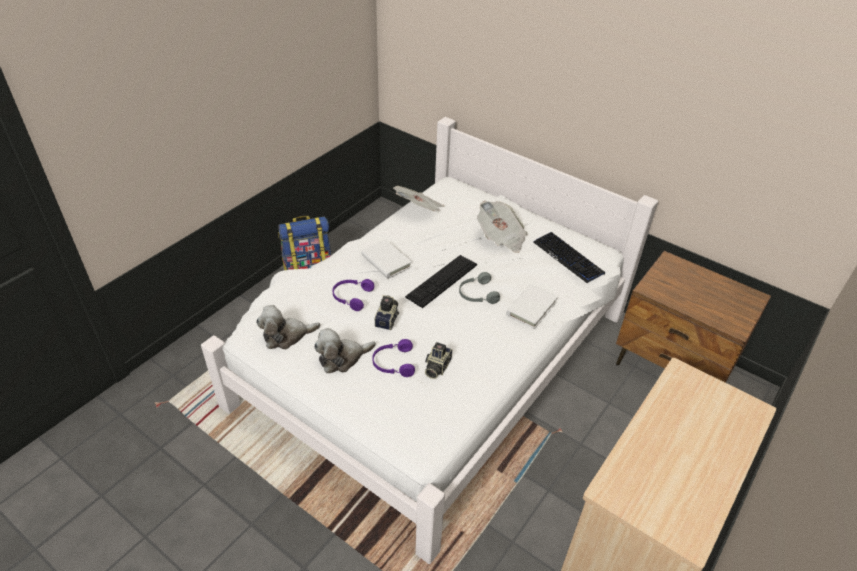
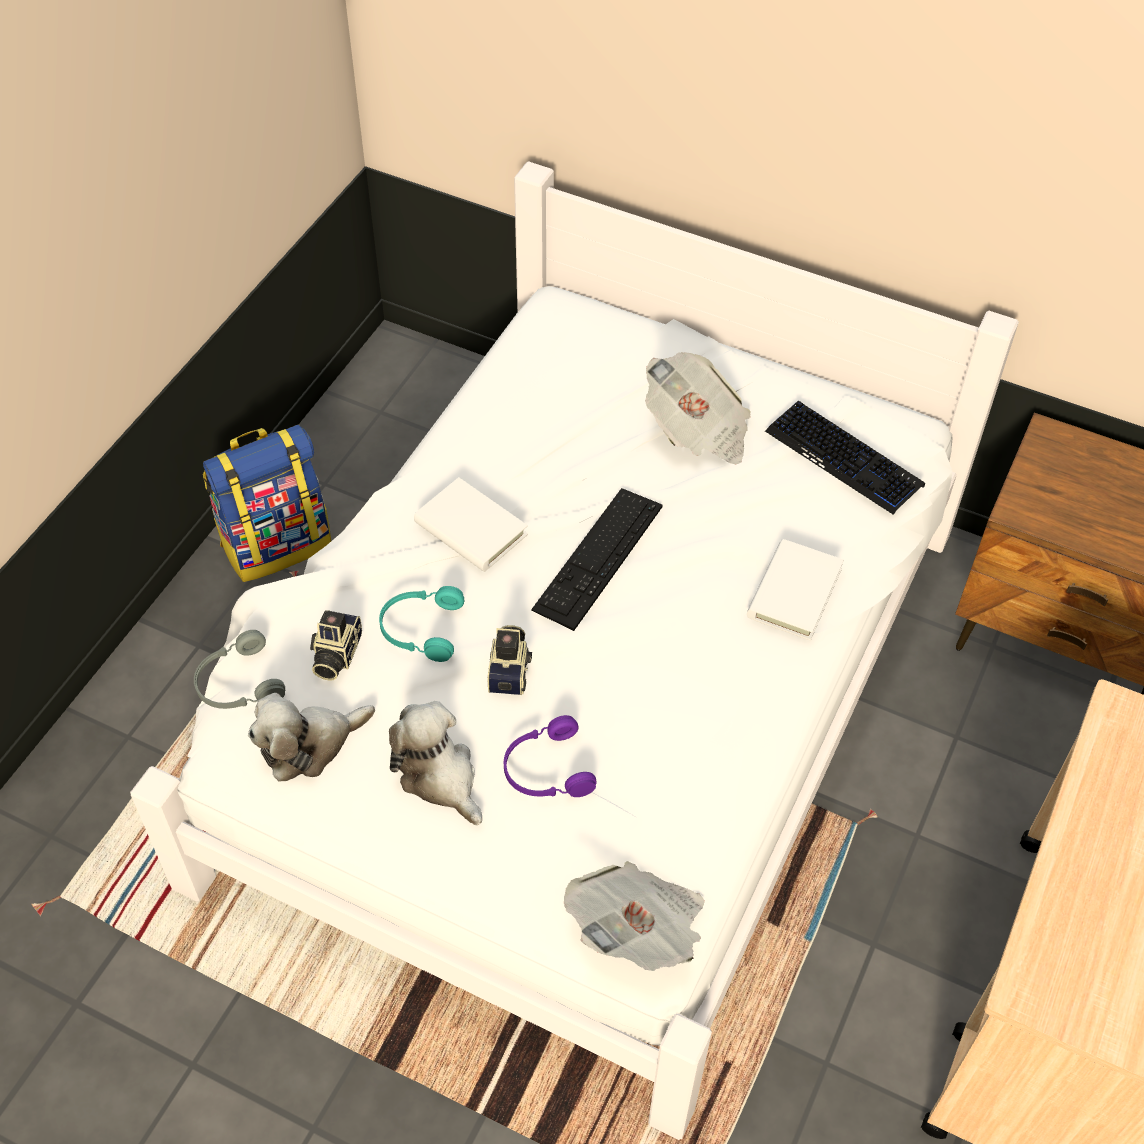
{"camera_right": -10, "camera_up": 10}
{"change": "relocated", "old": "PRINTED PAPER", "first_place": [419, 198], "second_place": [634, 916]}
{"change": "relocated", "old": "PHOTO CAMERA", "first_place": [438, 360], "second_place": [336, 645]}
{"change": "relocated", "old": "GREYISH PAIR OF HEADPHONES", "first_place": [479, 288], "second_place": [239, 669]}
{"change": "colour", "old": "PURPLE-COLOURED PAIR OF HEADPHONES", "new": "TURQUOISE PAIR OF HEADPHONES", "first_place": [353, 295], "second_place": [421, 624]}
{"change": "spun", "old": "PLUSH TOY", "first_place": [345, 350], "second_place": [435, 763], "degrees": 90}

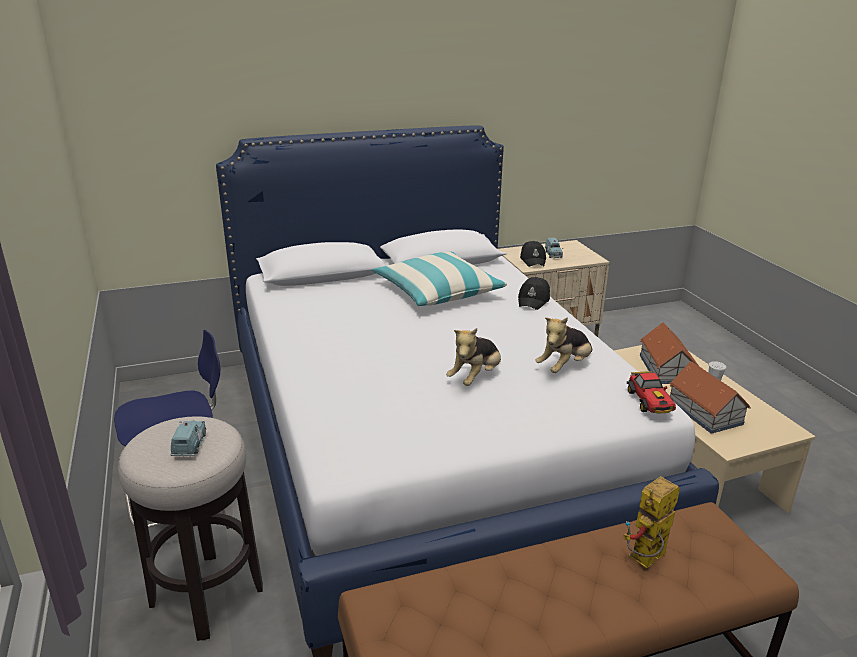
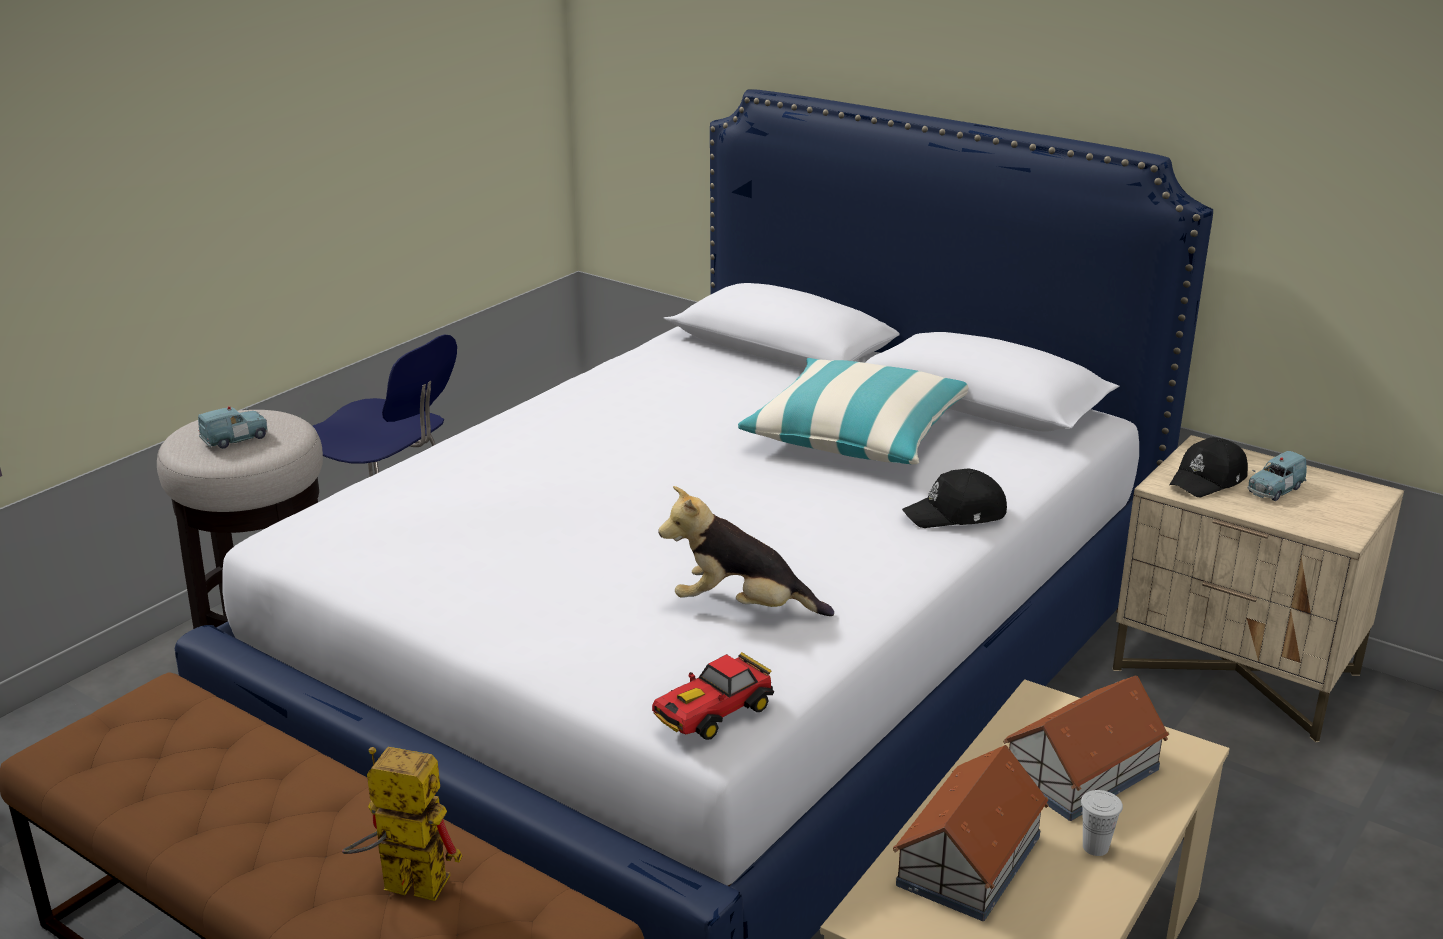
{"camera_right": 55, "camera_up": 0}
{"change": "missing", "old": "PLUSH TOY", "first_place": [473, 357]}

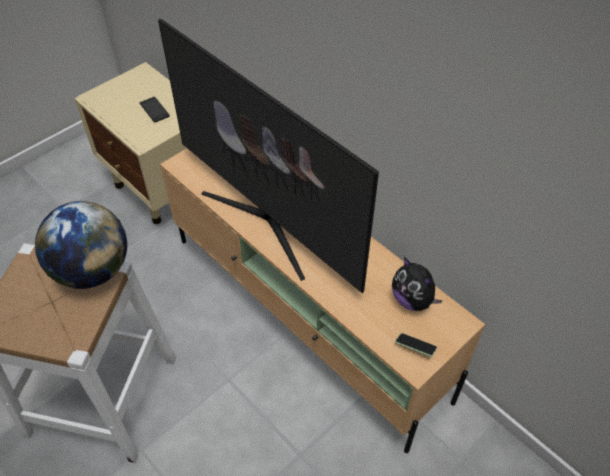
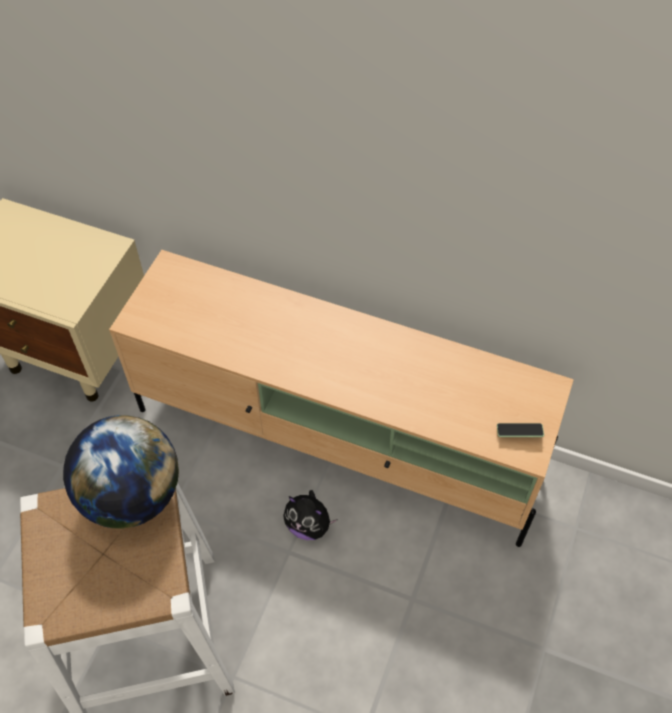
{"camera_right": -25, "camera_up": 5}
{"change": "missing", "old": "HANDSET", "first_place": [155, 110]}
{"change": "missing", "old": "TV SET", "first_place": [268, 156]}
{"change": "relocated", "old": "PLUSH TOY", "first_place": [417, 284], "second_place": [310, 515]}

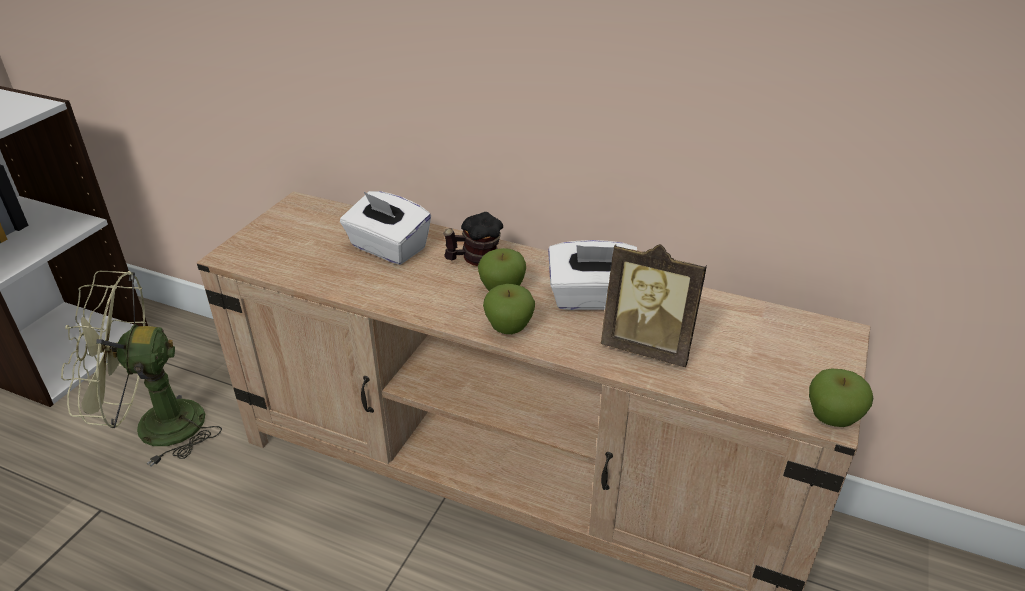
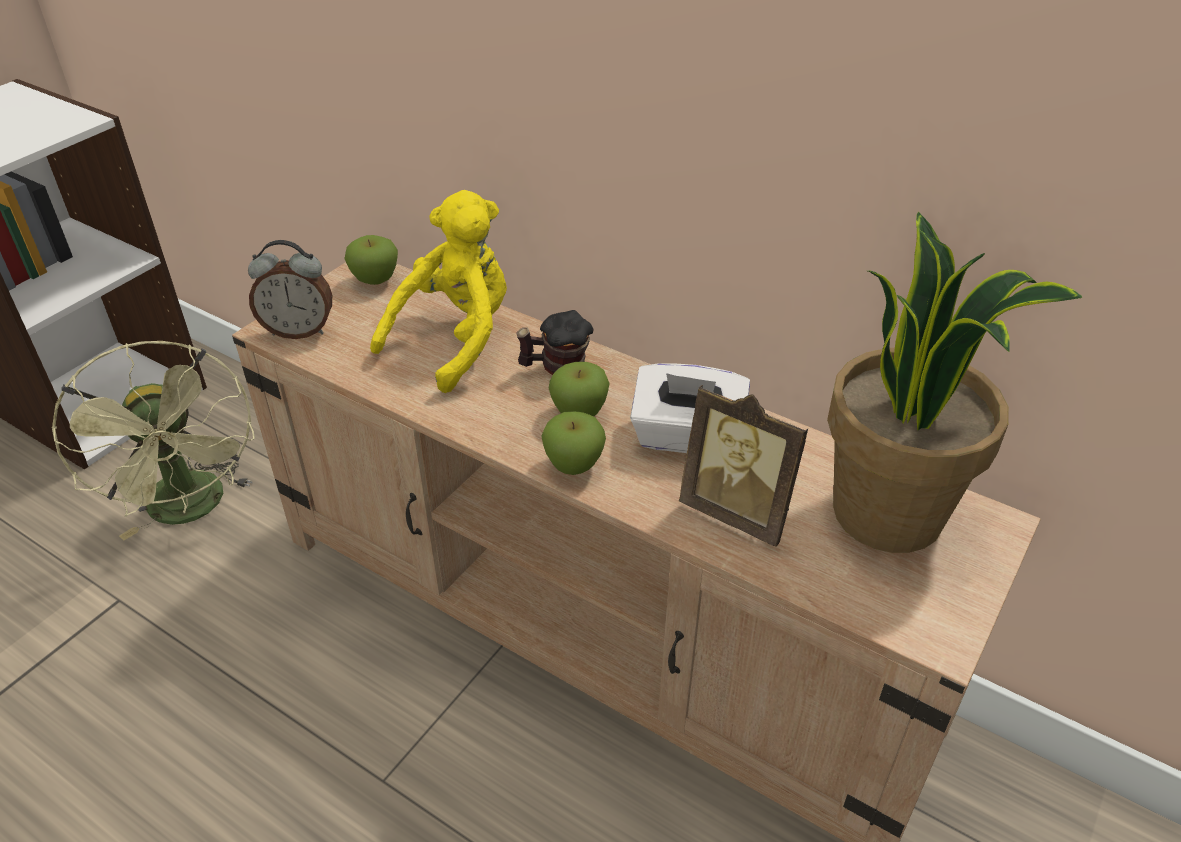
{"camera_right": 10, "camera_up": 5}
{"change": "appeared", "new": "ALARM CLOCK", "second_place": [290, 289]}
{"change": "appeared", "new": "PLANT IN A POT", "second_place": [954, 382]}
{"change": "relocated", "old": "APPLE", "first_place": [841, 397], "second_place": [371, 260]}
{"change": "exchanged", "old": "WHITE BOX OF TISSUES", "new": "YELLOWISH PLUSH TOY", "first_place": [385, 228], "second_place": [438, 291]}
{"change": "spun", "old": "GREEN COOLING FAN", "first_place": [141, 369], "second_place": [153, 441], "degrees": -120}

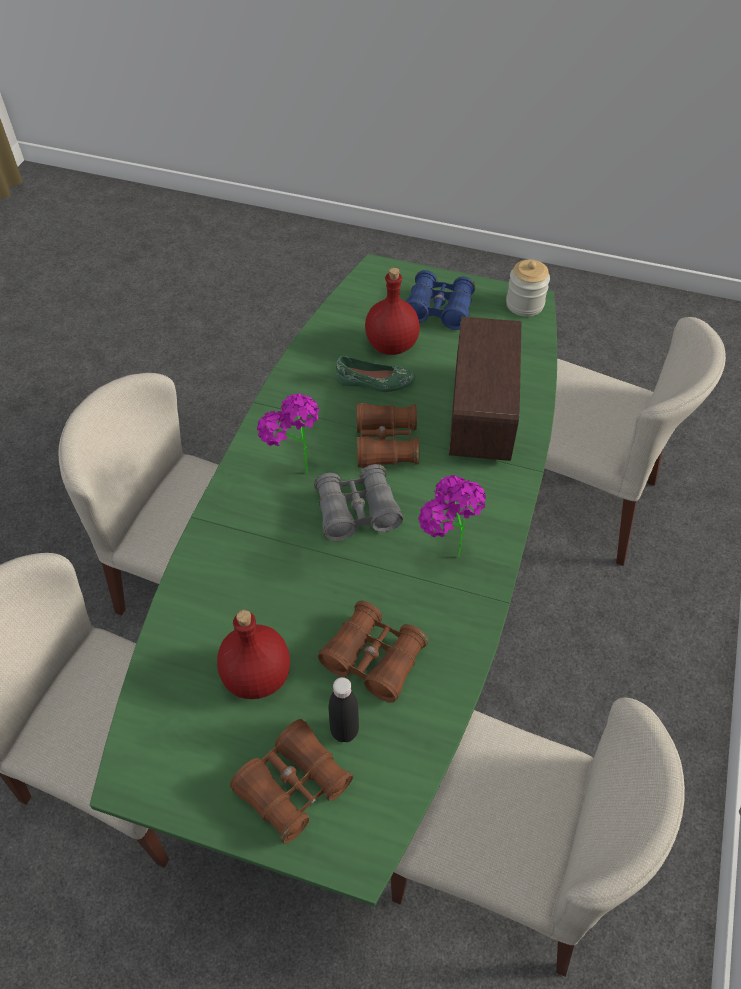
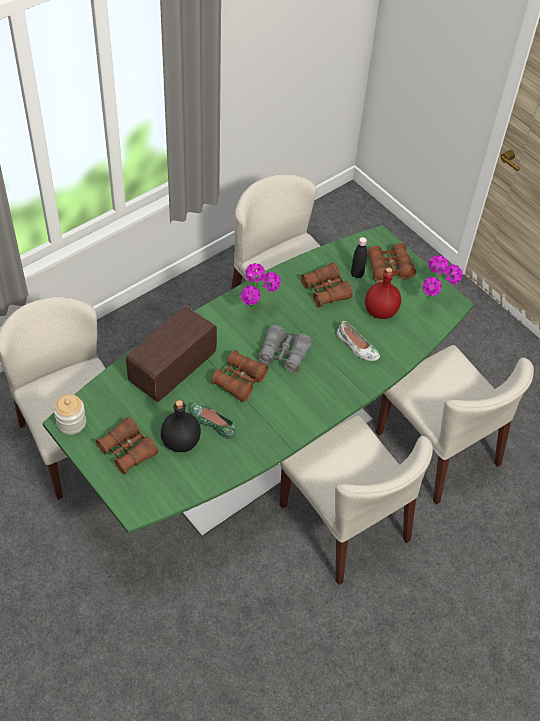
{"camera_right": -150, "camera_up": 0}
{"change": "appeared", "new": "WHITE SHOE", "second_place": [358, 341]}
{"change": "relocated", "old": "PLANT IN A POT", "first_place": [288, 433], "second_place": [443, 277]}
{"change": "colour", "old": "RED DRINK BOTTLE", "new": "BLACKISH DRINK BOTTLE", "first_place": [392, 311], "second_place": [181, 426]}
{"change": "colour", "old": "BLUE-COLOURED FIELD GLASSES", "new": "BROWN-COLOURED FIELD GLASSES", "first_place": [440, 300], "second_place": [127, 446]}

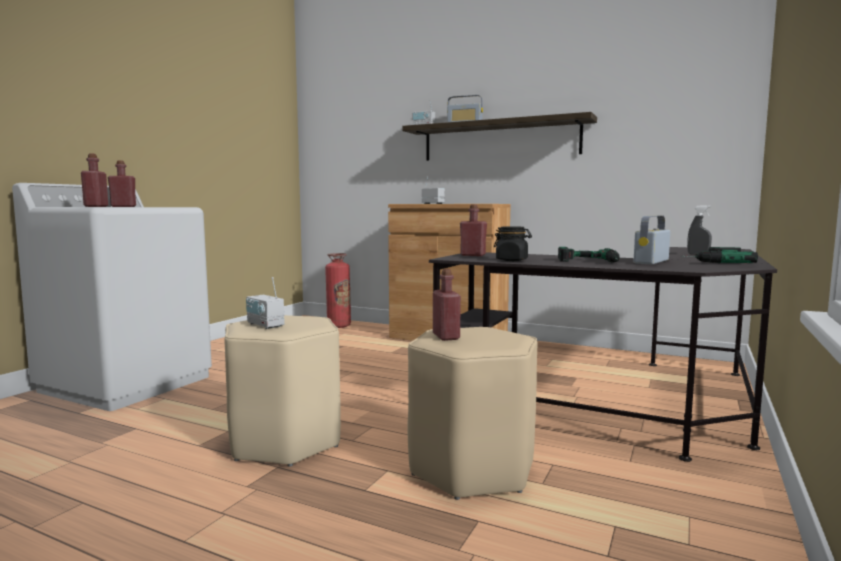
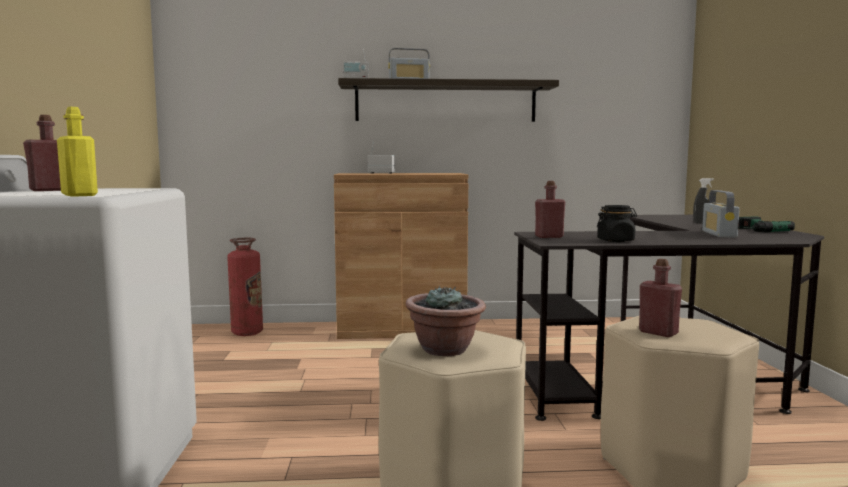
{"camera_right": -30, "camera_up": 0}
{"change": "missing", "old": "POWER DRILL", "first_place": [589, 254]}
{"change": "exchanged", "old": "RADIO RECEIVER", "new": "PLANT IN A POT", "first_place": [265, 303], "second_place": [445, 321]}
{"change": "colour", "old": "RED DRINK BOTTLE", "new": "YELLOWISH DRINK BOTTLE", "first_place": [94, 180], "second_place": [77, 152]}

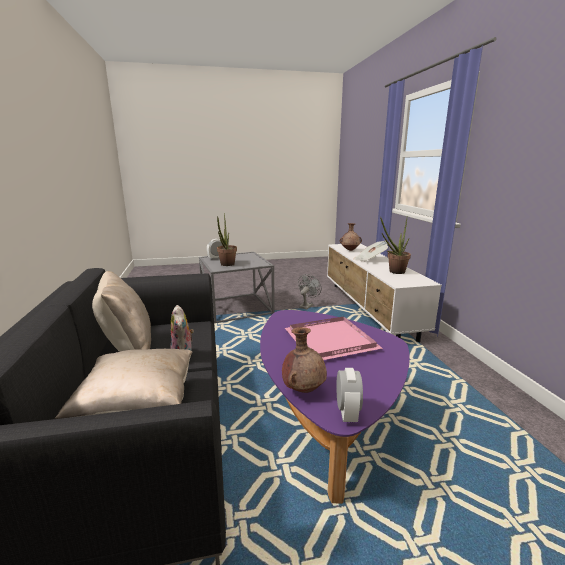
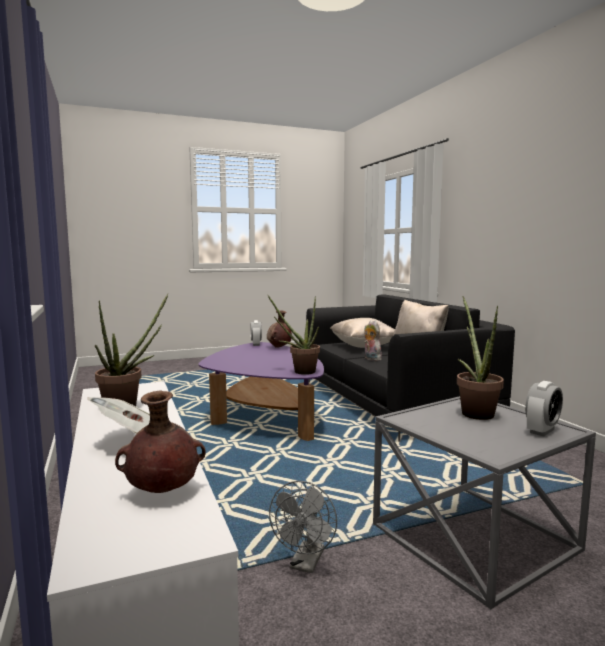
{"camera_right": 170, "camera_up": -10}
{"change": "missing", "old": "PINK TRAY", "first_place": [334, 338]}
{"change": "appeared", "new": "PLANT IN A POT", "second_place": [294, 335]}

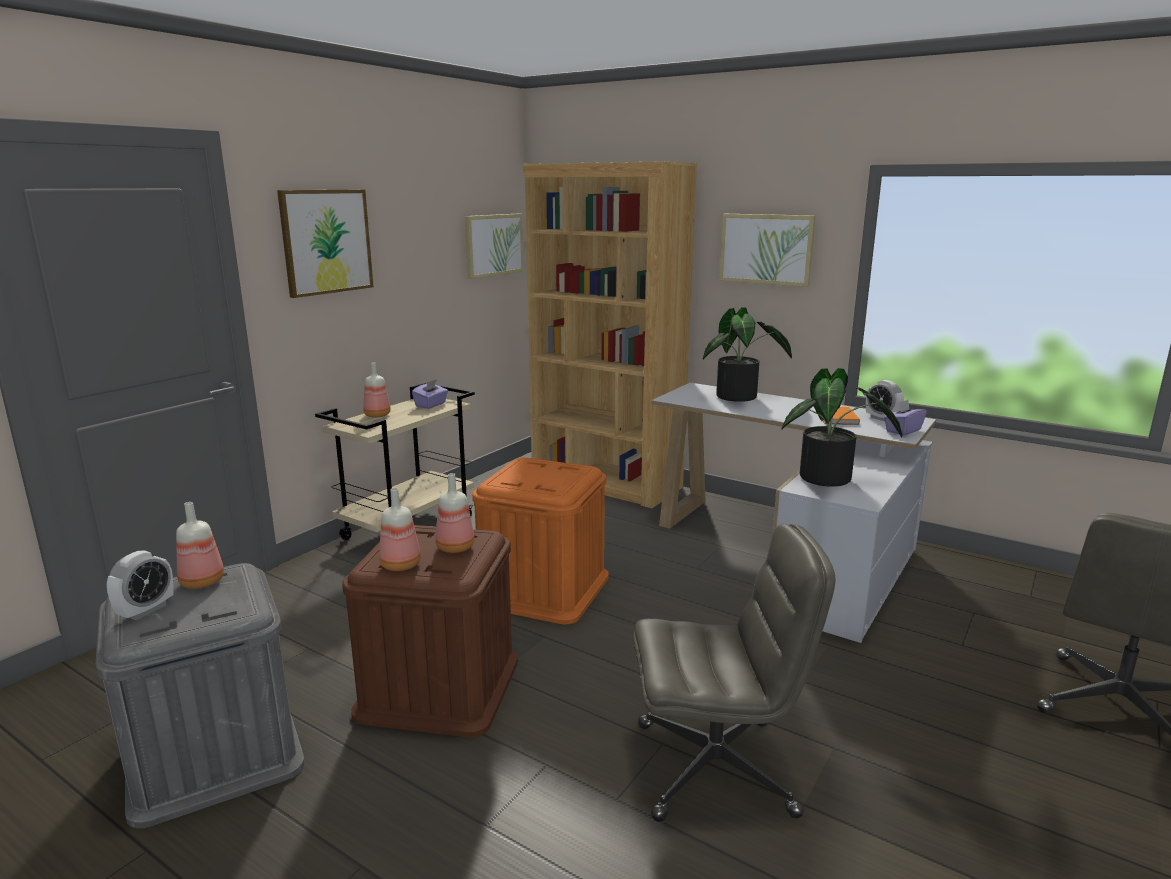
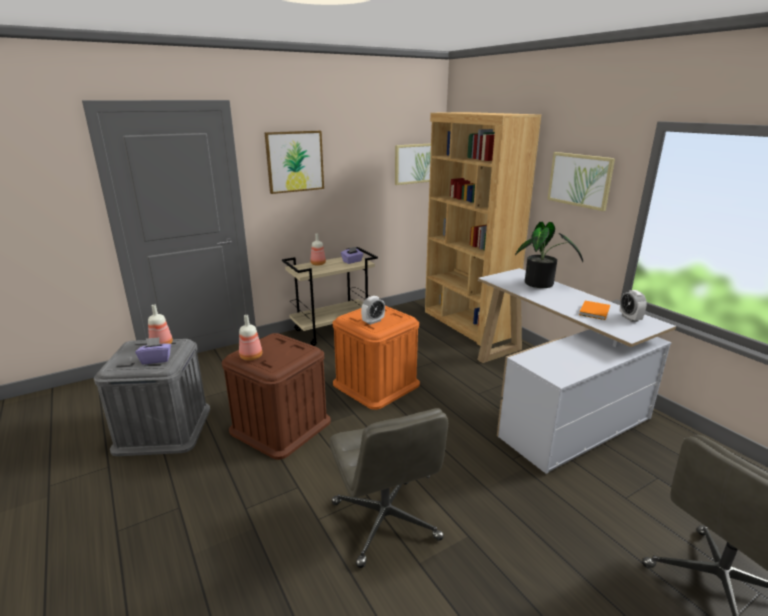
{"camera_right": 25, "camera_up": 5}
{"change": "missing", "old": "DRINK BOTTLE", "first_place": [455, 513]}
{"change": "missing", "old": "PLANT IN A POT", "first_place": [842, 427]}
{"change": "relocated", "old": "ALARM CLOCK", "first_place": [140, 585], "second_place": [373, 310]}
{"change": "relocated", "old": "PURPLE-COLOURED BOX OF TISSUES", "first_place": [905, 418], "second_place": [153, 350]}
{"change": "spun", "old": "GREYISH DESK CHAIR", "first_place": [734, 673], "second_place": [388, 488], "degrees": 45}

